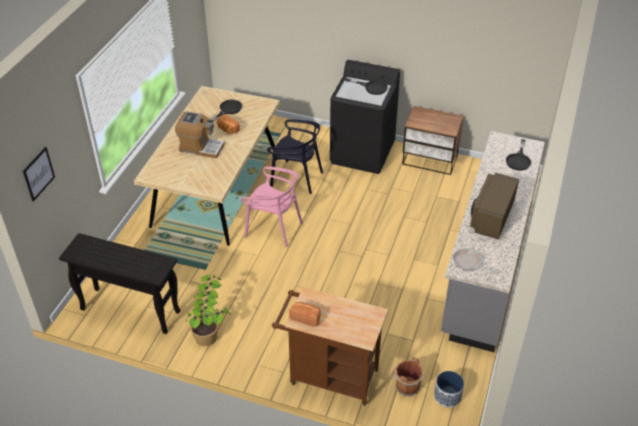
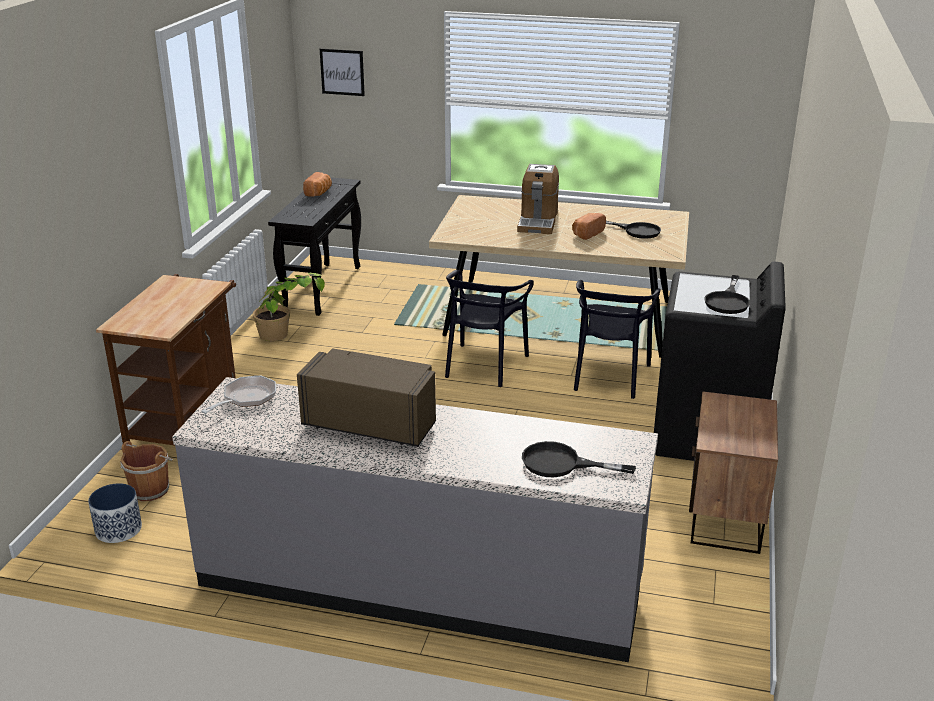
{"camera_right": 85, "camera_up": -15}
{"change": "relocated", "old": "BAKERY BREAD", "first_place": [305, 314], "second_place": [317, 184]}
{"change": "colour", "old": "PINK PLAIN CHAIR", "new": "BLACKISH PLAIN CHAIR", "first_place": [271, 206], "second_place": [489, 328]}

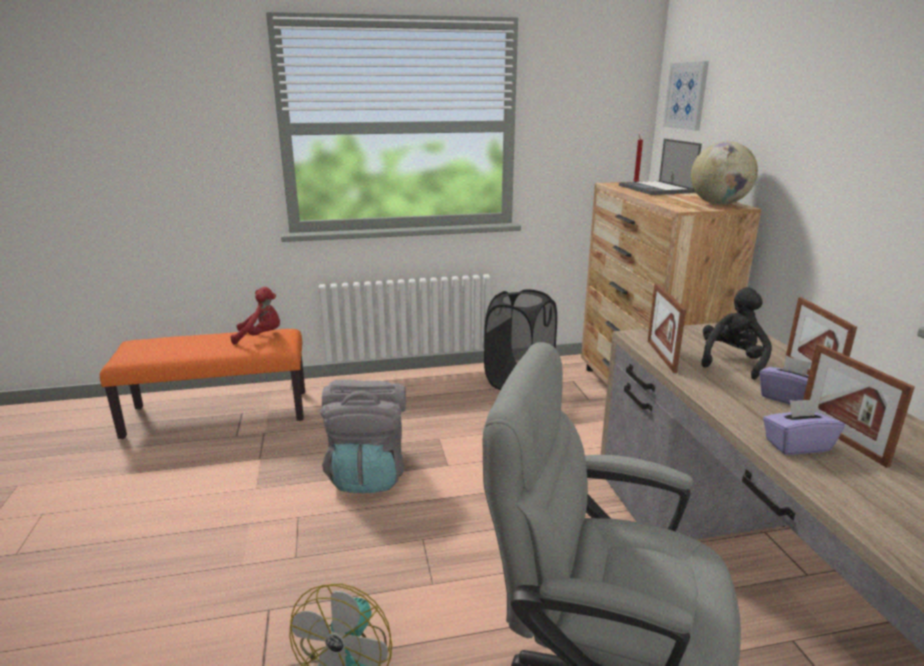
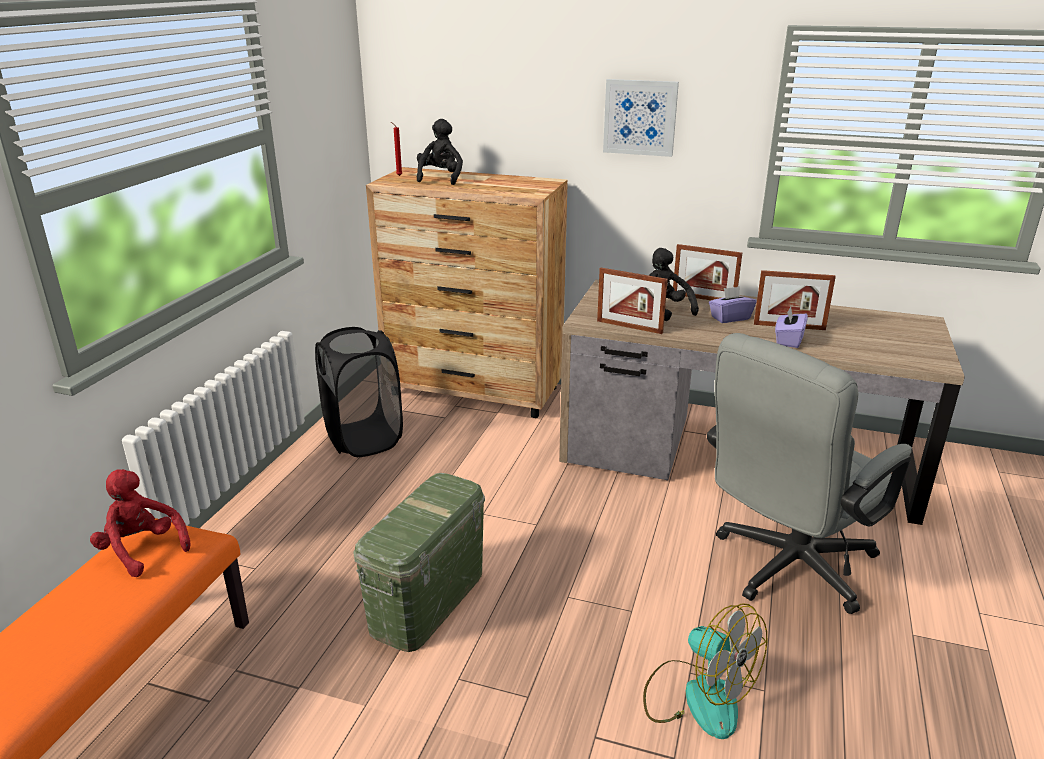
{"camera_right": -60, "camera_up": 5}
{"change": "missing", "old": "DESK GLOBE", "first_place": [724, 173]}
{"change": "relocated", "old": "PICTURE", "first_place": [686, 96], "second_place": [641, 118]}
{"change": "exchanged", "old": "GREYISH BACKPACK", "new": "GREEN STORAGE CONTAINER", "first_place": [363, 436], "second_place": [419, 562]}
{"change": "exchanged", "old": "NOTEBOOK COMPUTER", "new": "BLACKISH PLUSH TOY", "first_place": [660, 167], "second_place": [440, 152]}
{"change": "spun", "old": "RED PLUSH TOY", "first_place": [255, 315], "second_place": [140, 523], "degrees": -75}

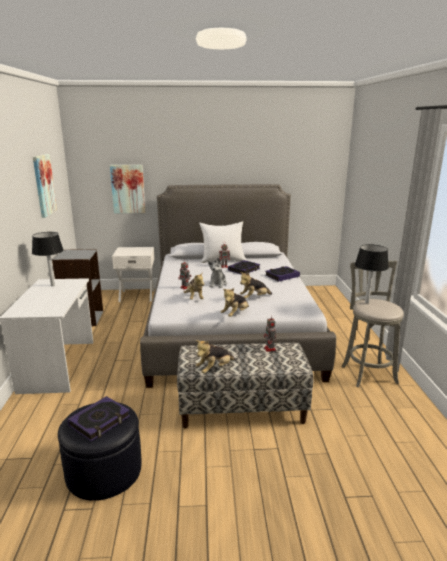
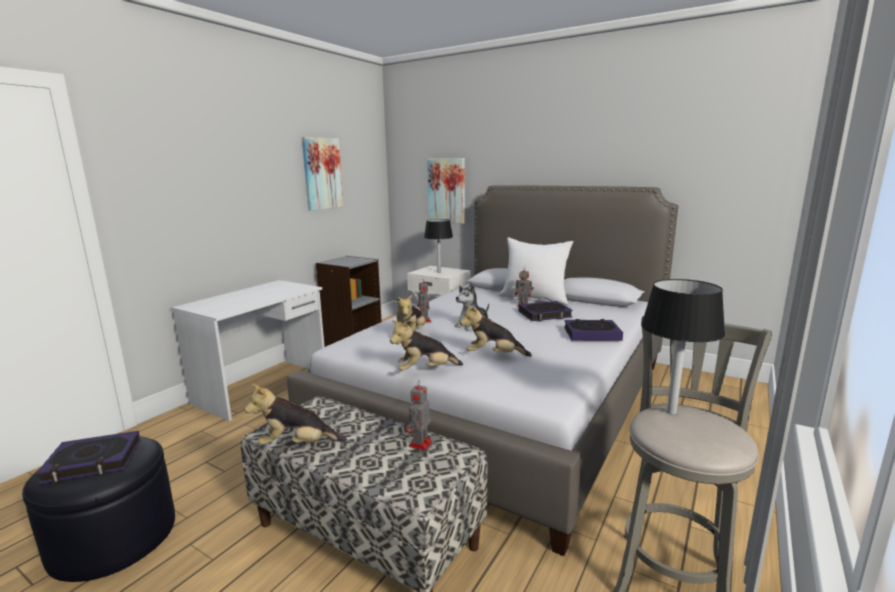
{"camera_right": 35, "camera_up": -5}
{"change": "relocated", "old": "BLACKISH TABLETOP LAMP", "first_place": [48, 259], "second_place": [438, 246]}

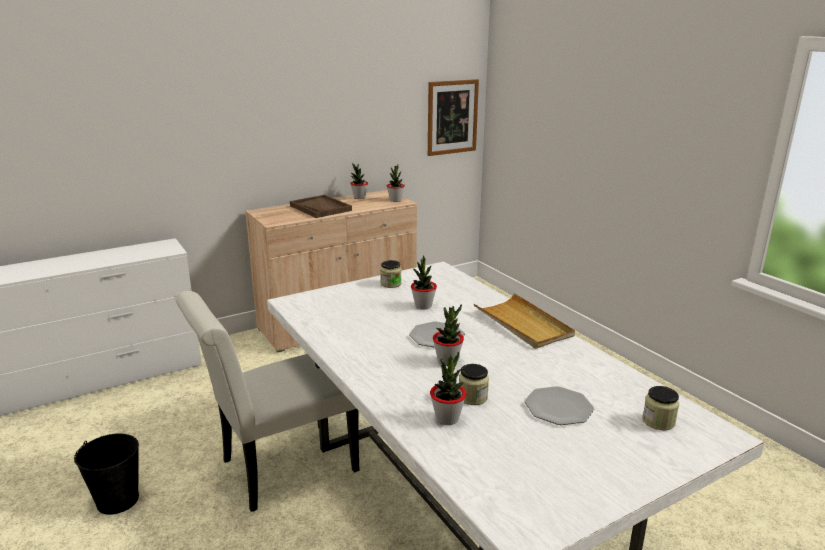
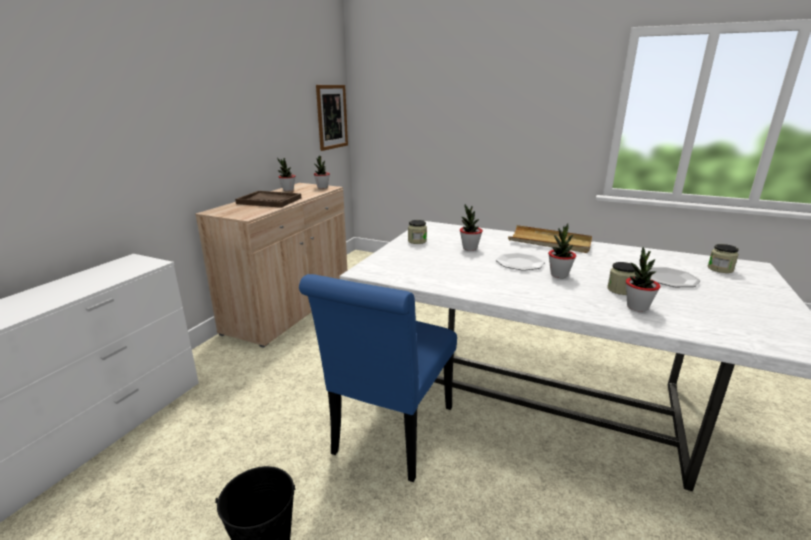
{"camera_right": -35, "camera_up": 0}
{"change": "colour", "old": "WHITE PLAIN CHAIR", "new": "BLUE-COLOURED PLAIN CHAIR", "first_place": [267, 401], "second_place": [378, 378]}

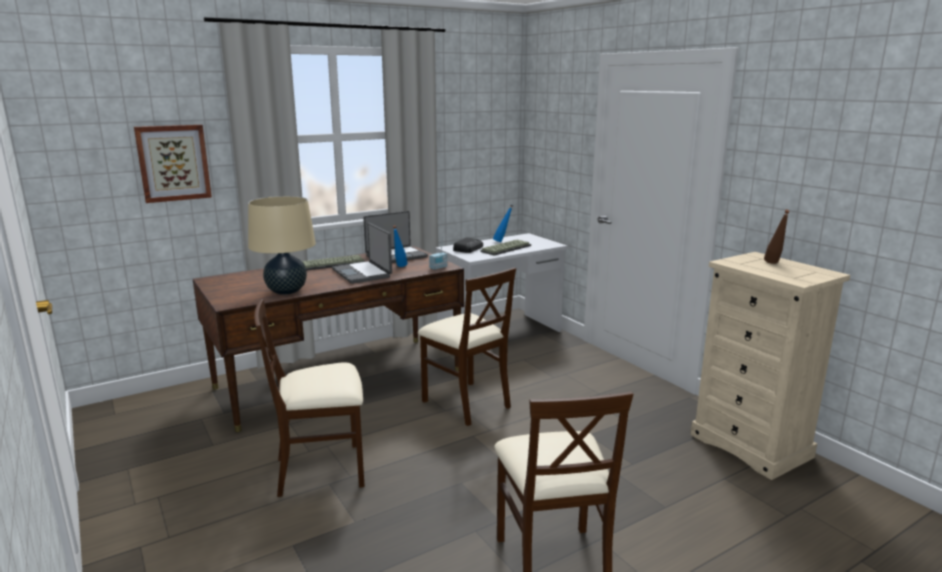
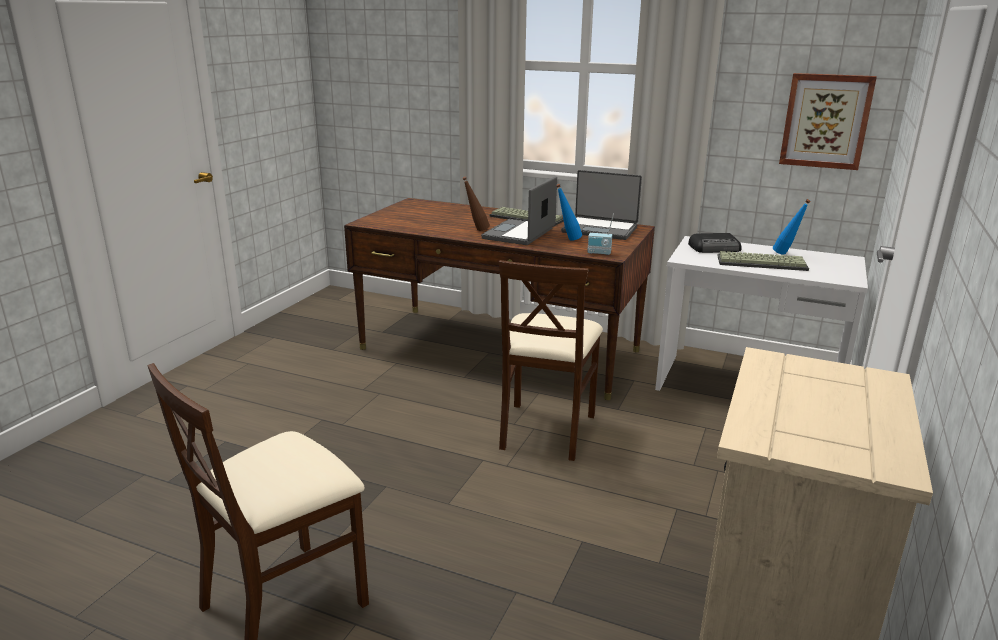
{"camera_right": 55, "camera_up": 5}
{"change": "missing", "old": "BEIGE-COLOURED TABLETOP LAMP", "first_place": [282, 245]}
{"change": "missing", "old": "BEIGE-COLOURED PLAIN CHAIR", "first_place": [309, 398]}
{"change": "relocated", "old": "PICTURE", "first_place": [173, 164], "second_place": [828, 121]}
{"change": "relocated", "old": "BROWN-COLOURED DRINK BOTTLE", "first_place": [777, 237], "second_place": [476, 203]}

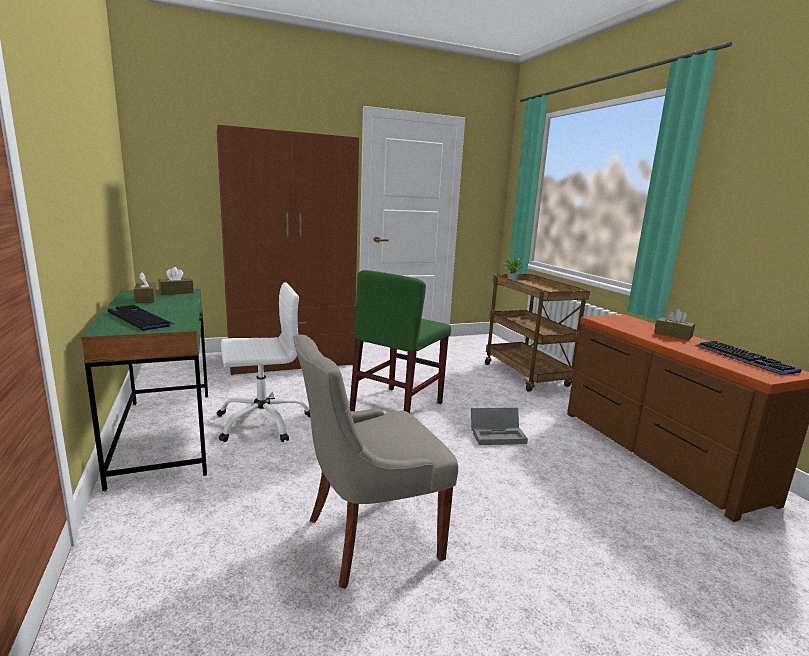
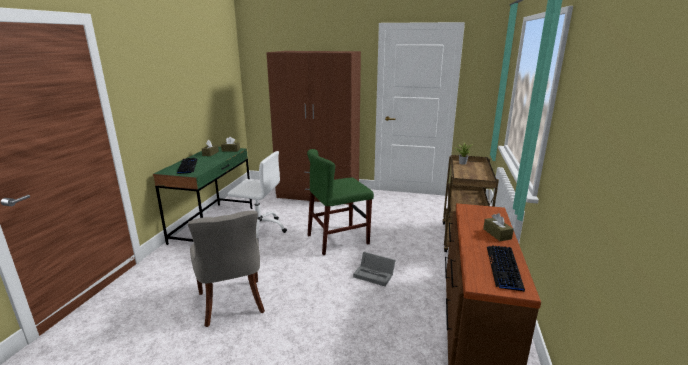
{"camera_right": 35, "camera_up": 5}
{"change": "spun", "old": "GREYISH PLAIN CHAIR", "first_place": [375, 462], "second_place": [226, 268], "degrees": -120}

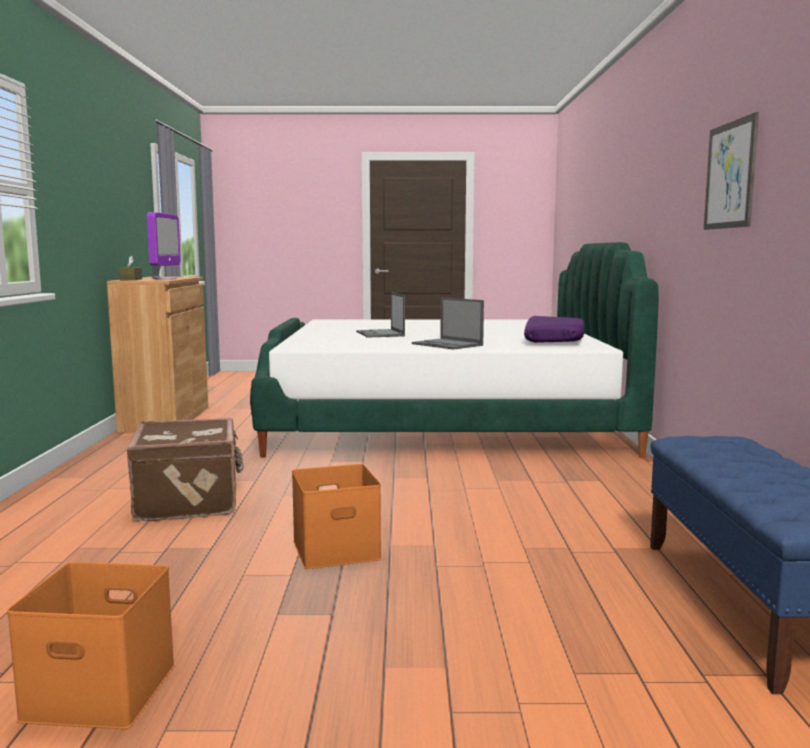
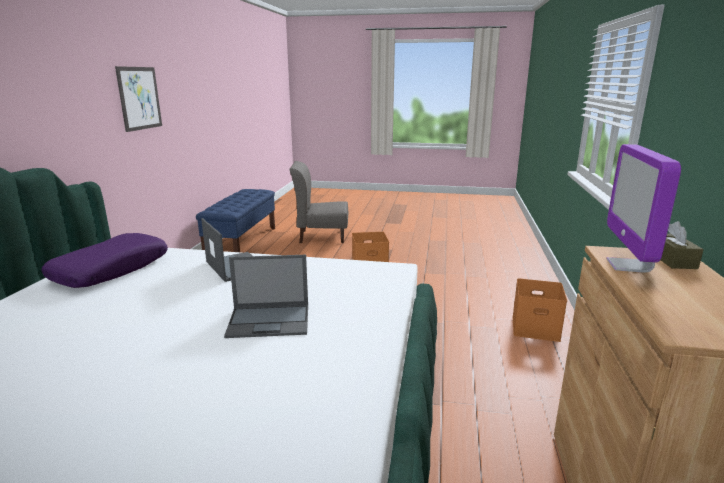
{"camera_right": -170, "camera_up": 10}
{"change": "missing", "old": "BROWN-COLOURED TRAVEL CASE", "first_place": [185, 469]}
{"change": "appeared", "new": "GREYISH PLAIN CHAIR", "second_place": [319, 202]}
{"change": "relocated", "old": "ORANGE STORAGE CONTAINER", "first_place": [91, 645], "second_place": [539, 310]}
{"change": "spun", "old": "NOTEBOOK COMPUTER", "first_place": [380, 315], "second_place": [266, 296], "degrees": 90}

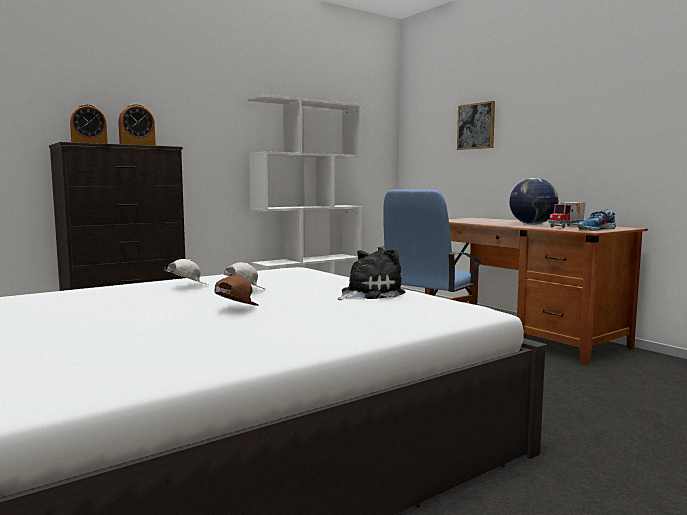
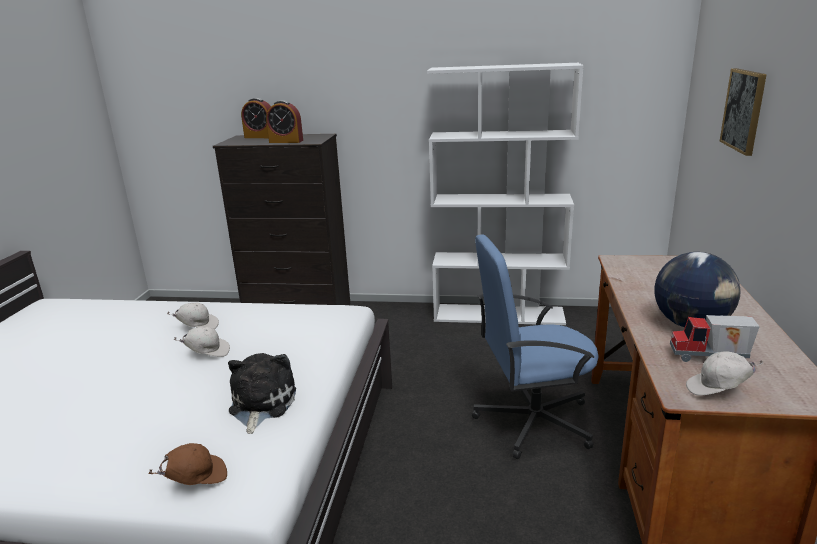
{"camera_right": 45, "camera_up": 15}
{"change": "relocated", "old": "BROWN-COLOURED PEAKED CAP", "first_place": [236, 291], "second_place": [187, 464]}
{"change": "exchanged", "old": "SHOE", "new": "WHITE PEAKED CAP", "first_place": [596, 220], "second_place": [724, 373]}
{"change": "spun", "old": "PLUSH TOY", "first_place": [371, 274], "second_place": [262, 393], "degrees": -90}

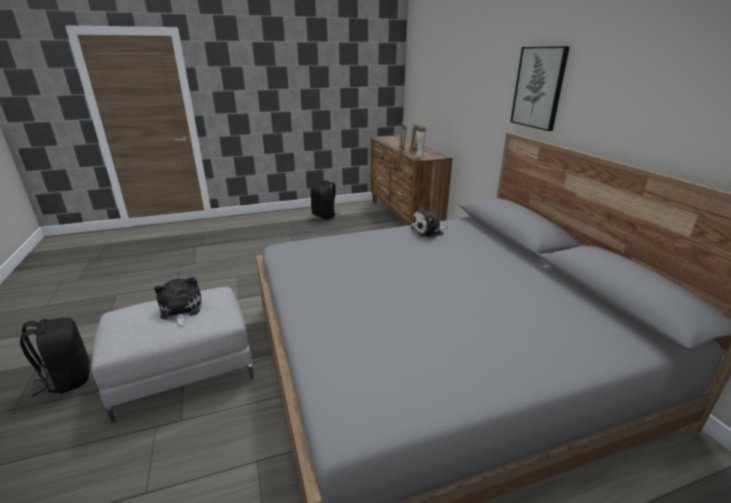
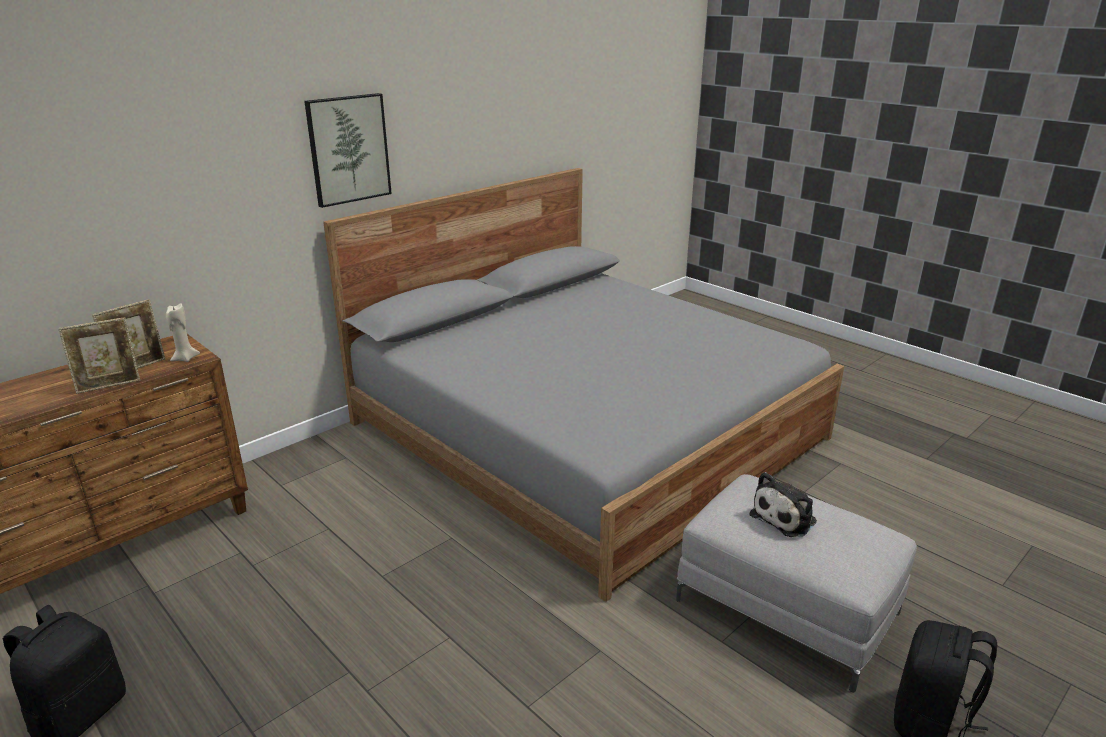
{"camera_right": -115, "camera_up": 0}
{"change": "missing", "old": "PLUSH TOY", "first_place": [428, 221]}

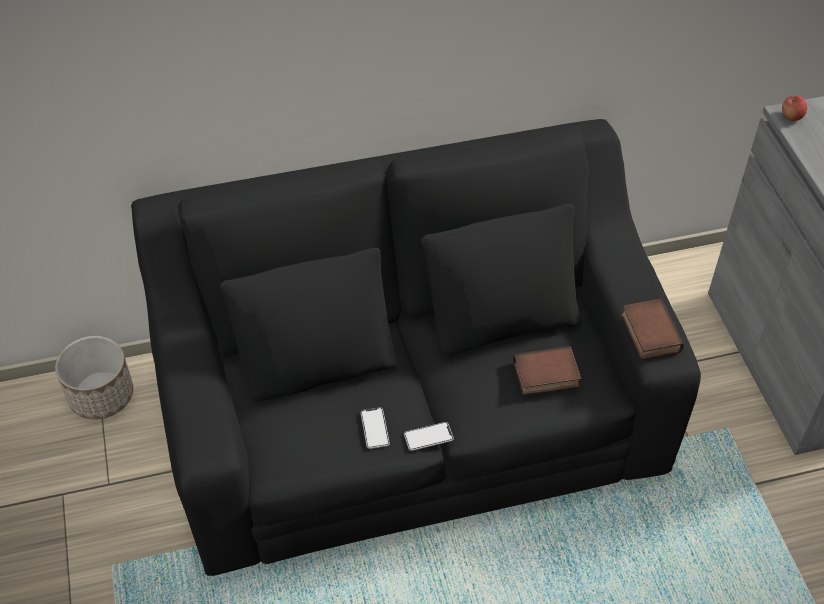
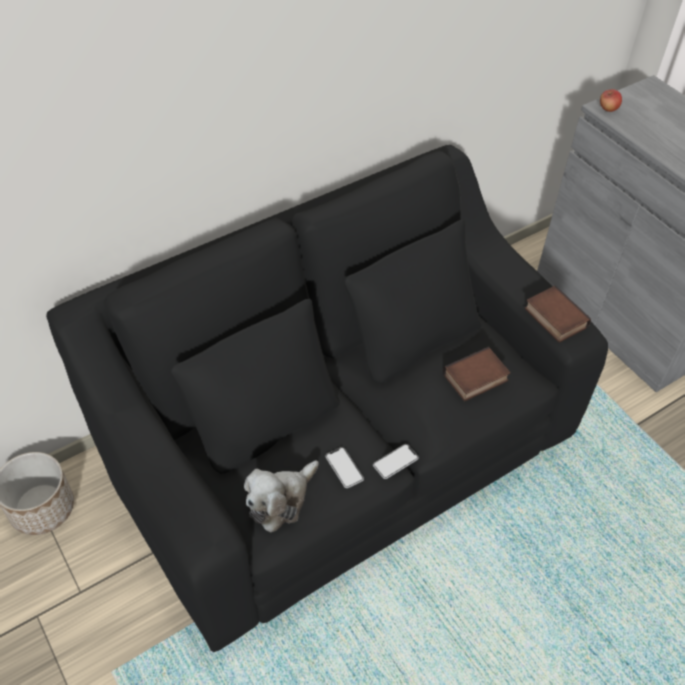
{"camera_right": -20, "camera_up": 0}
{"change": "appeared", "new": "PLUSH TOY", "second_place": [281, 496]}

